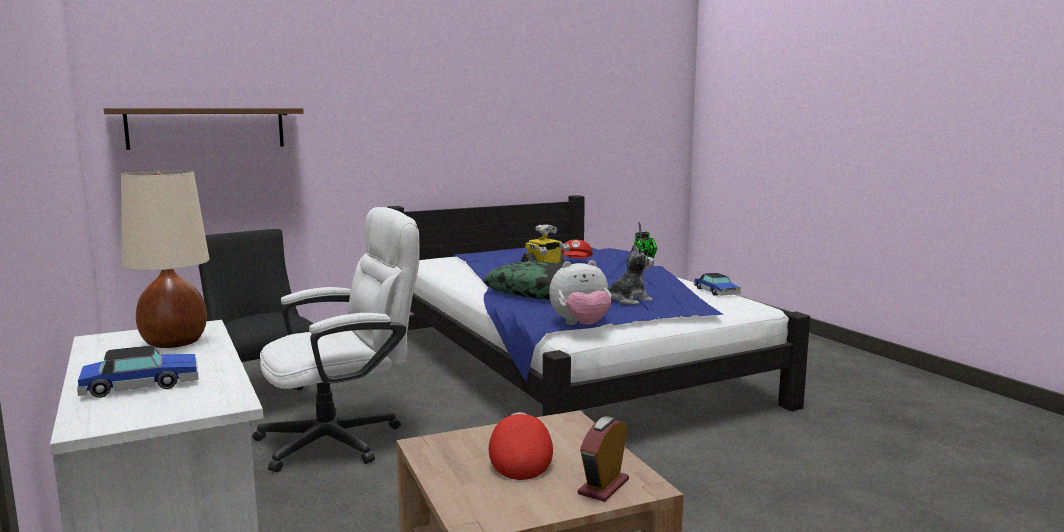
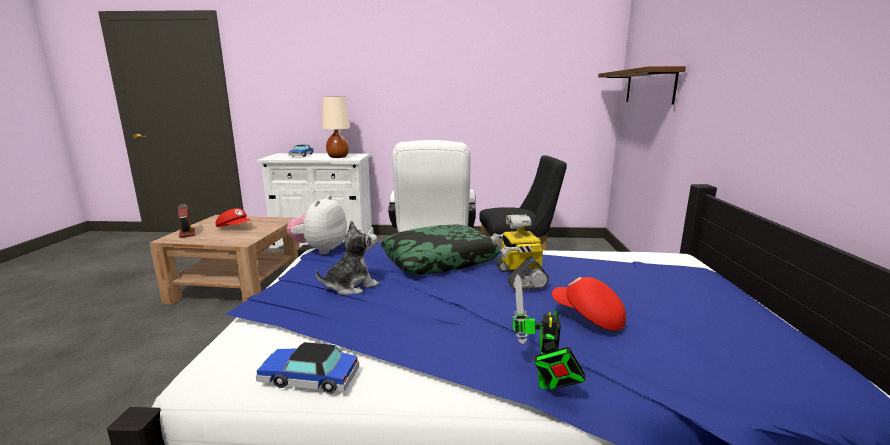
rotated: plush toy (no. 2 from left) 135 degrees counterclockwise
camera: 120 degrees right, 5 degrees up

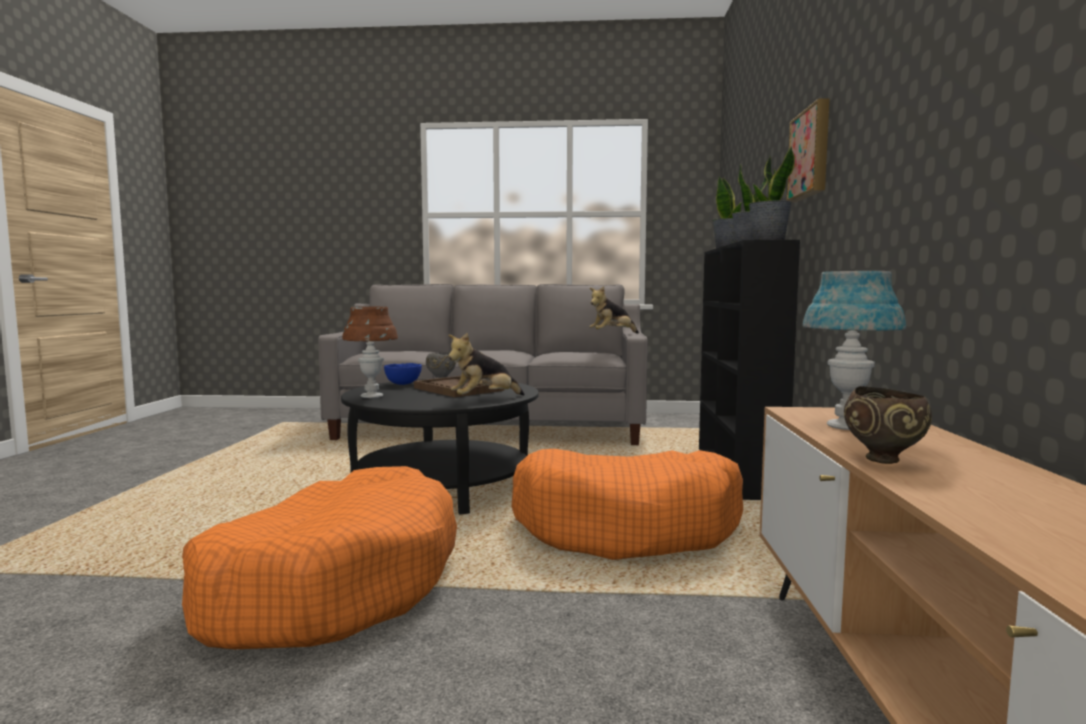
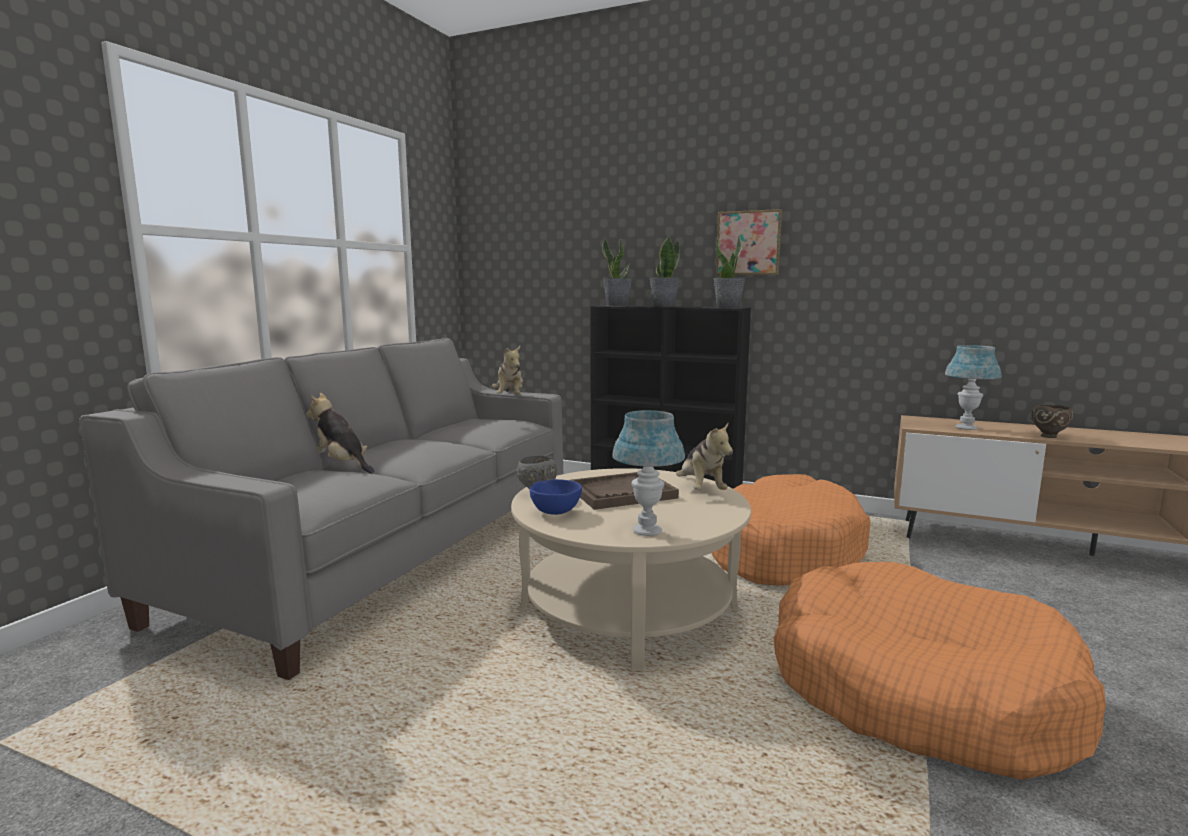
new: plush toy (no. 1 from left)
repainted: brown table lamp to blue table lamp (no. 1 from left); black coffee table to beige coffee table
camera: 70 degrees left, 5 degrees up

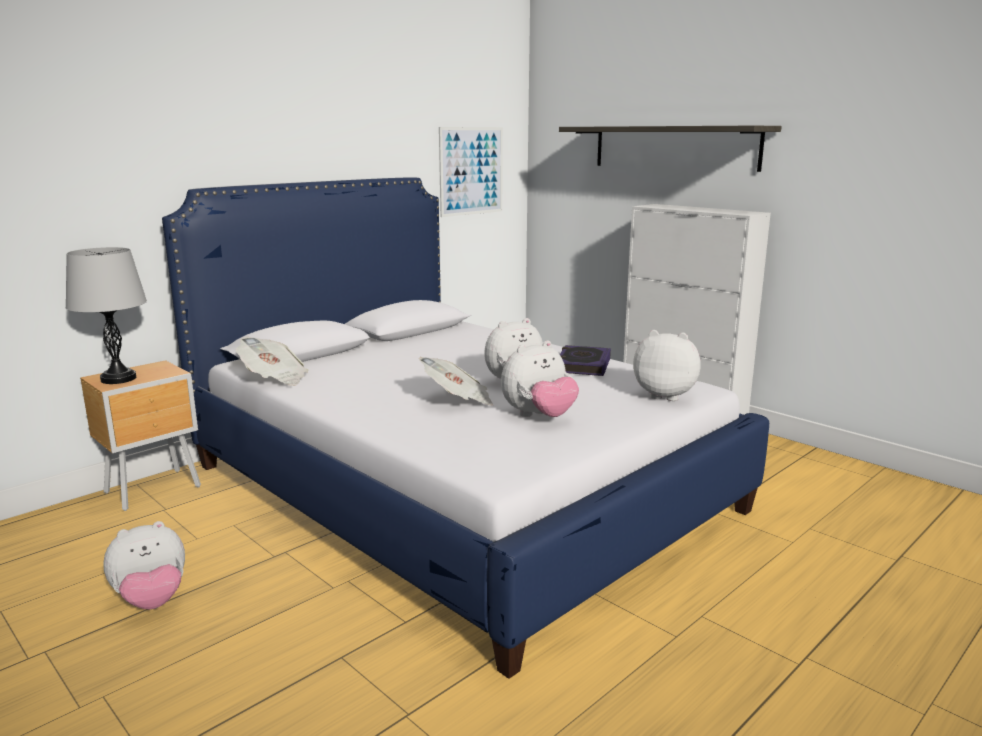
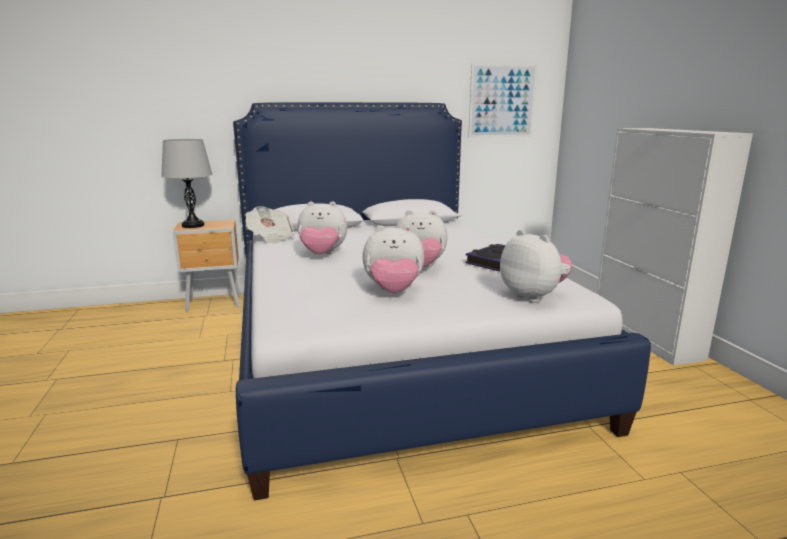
gone: shelf; newspaper (no. 2 from left)
shifted: plush toy (no. 1 from left)
camera: 30 degrees right, 0 degrees up

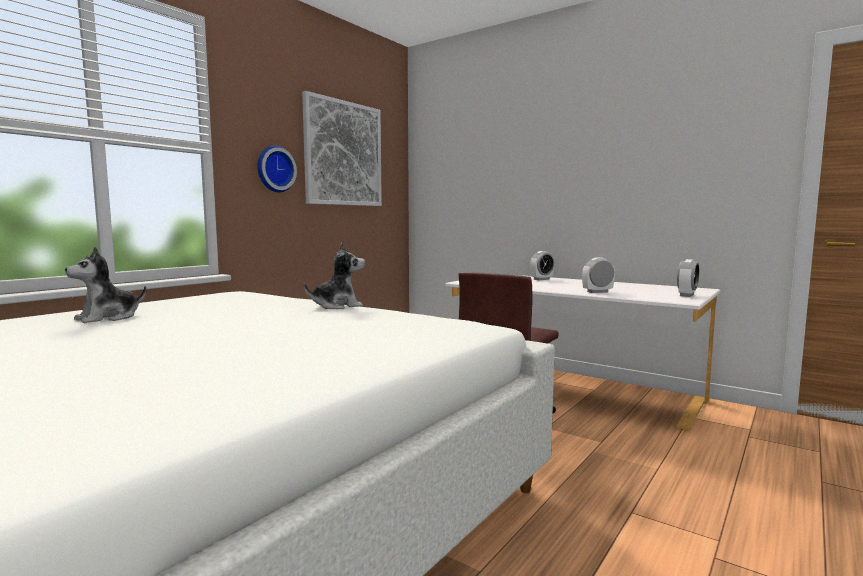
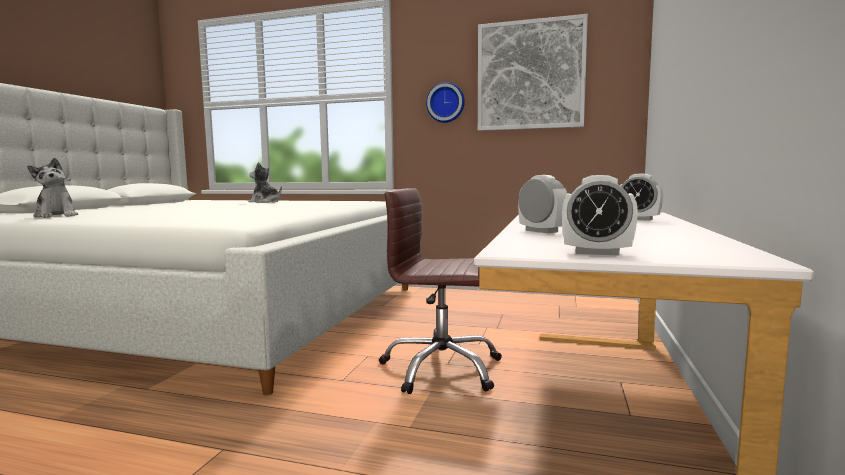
shifted: plush toy (no. 2 from left in the first image) to plush toy (no. 1 from left)
camera: 70 degrees right, 0 degrees up

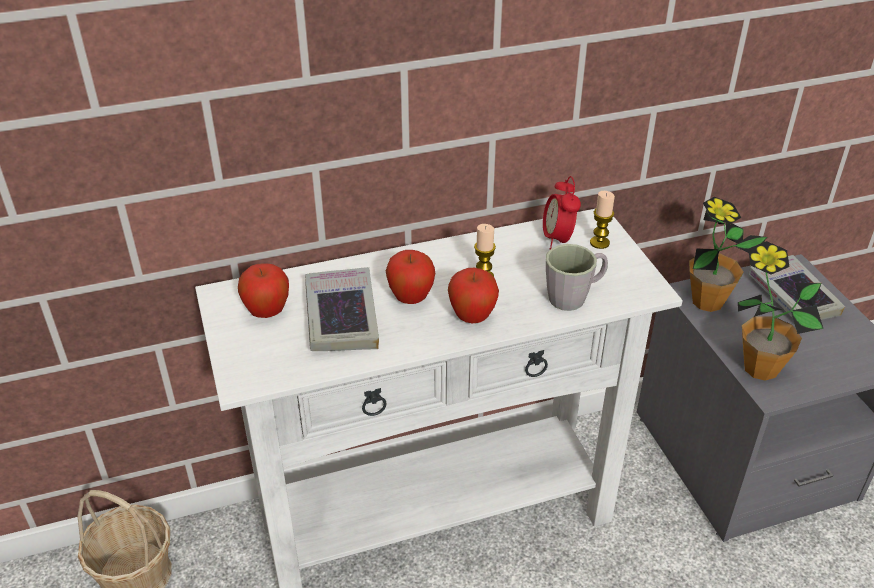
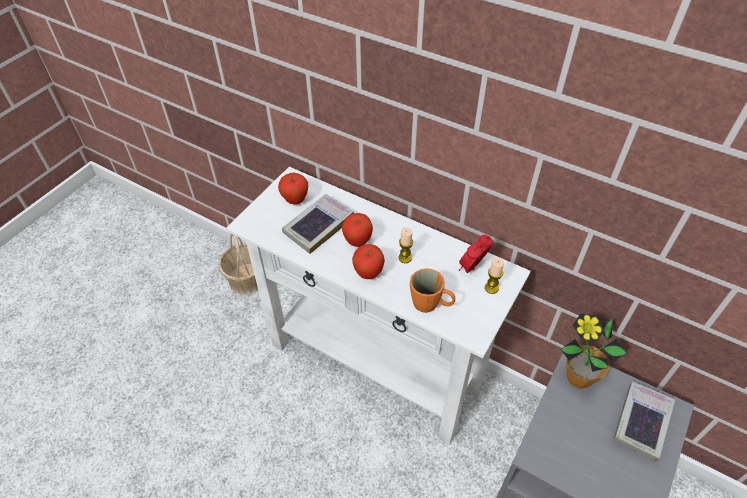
gone: potted plant (no. 2 from left)
repainted: grey mug to orange mug
camera: 50 degrees right, 10 degrees up

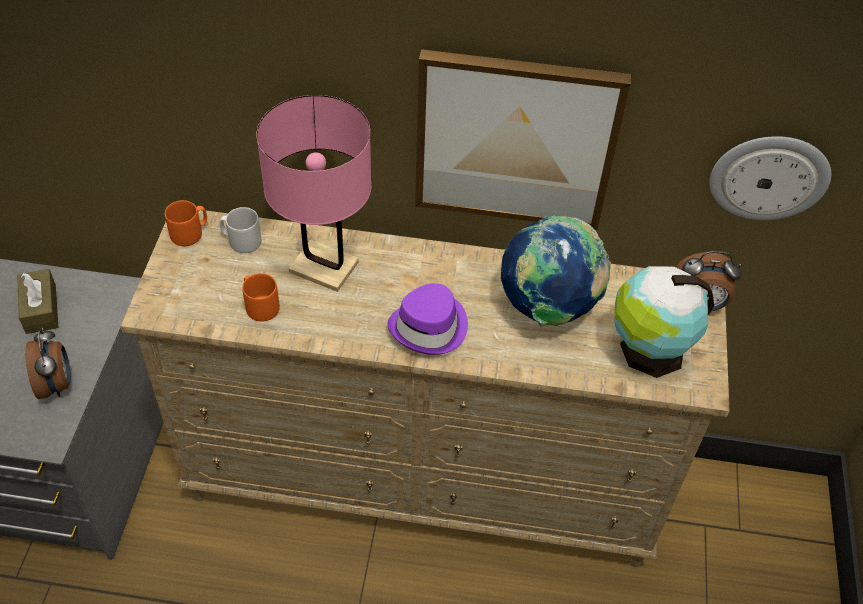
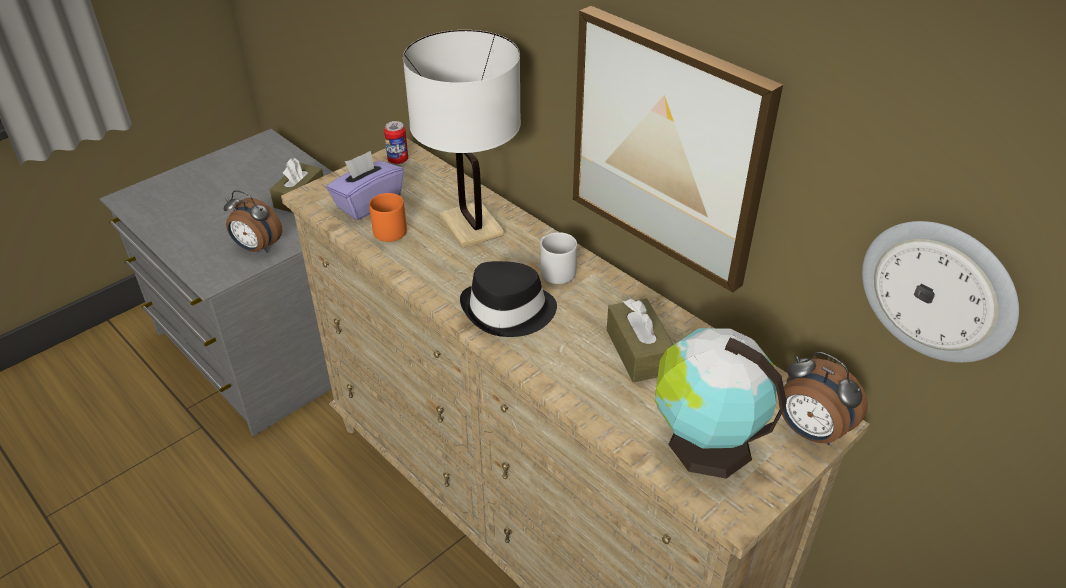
new: purple tissue box
shifted: grey mug
swapped: orange mug (no. 1 from left) to can; globe (no. 1 from left) to brown tissue box (no. 2 from left)
repainted: pink table lamp to white table lamp; purple hat to black hat
rotated: alarm clock (no. 1 from left) 90 degrees clockwise
camera: 40 degrees right, 10 degrees down

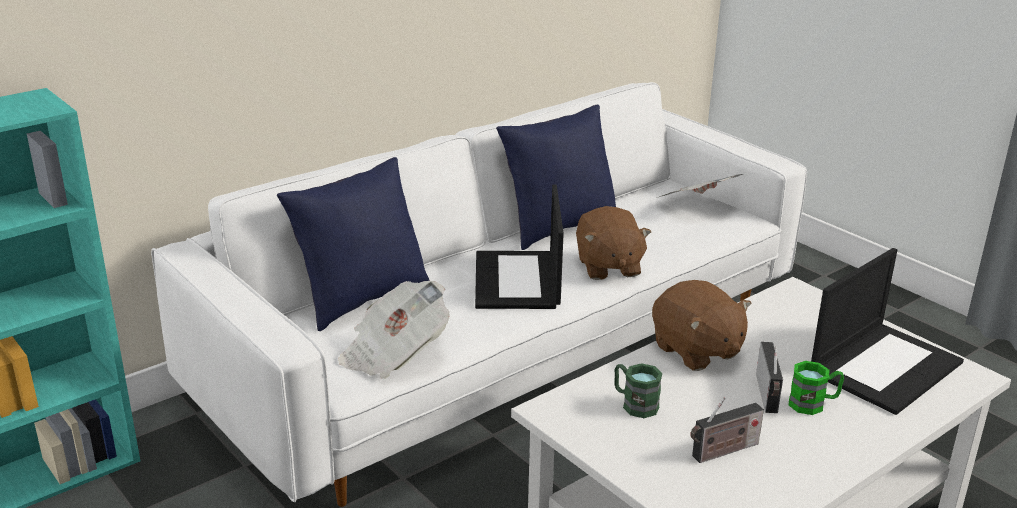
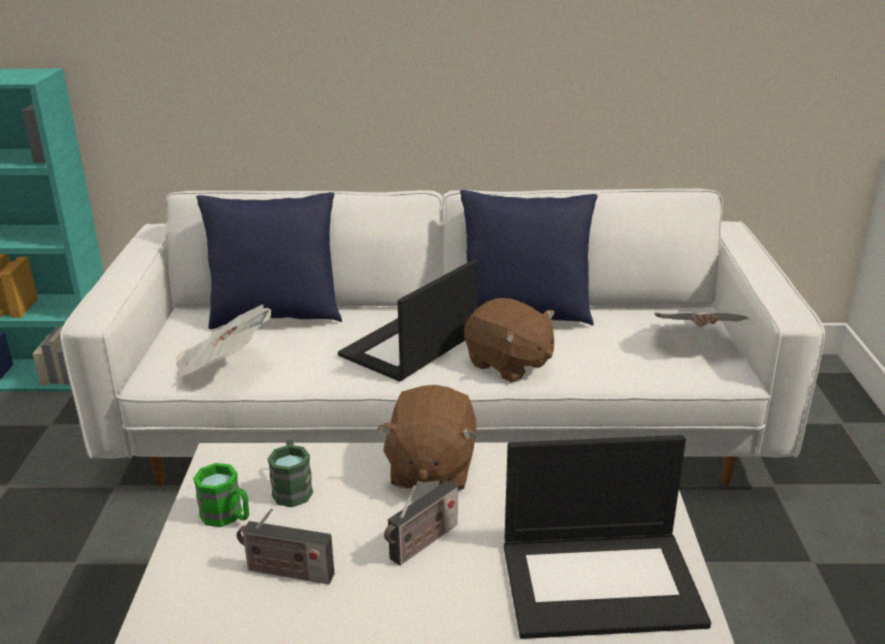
shifted: green mug (no. 2 from left in the first image) to green mug (no. 1 from left)
rotated: brown plush toy (no. 1 from left in the first image) 75 degrees counterclockwise
camera: 40 degrees right, 0 degrees up

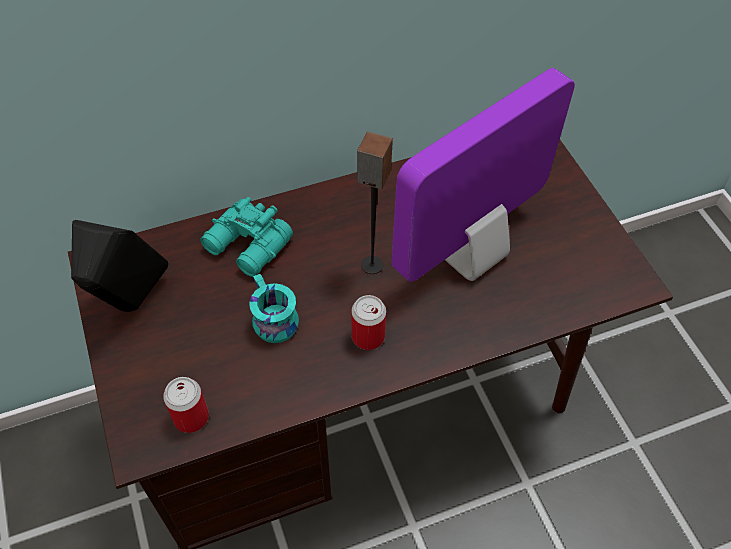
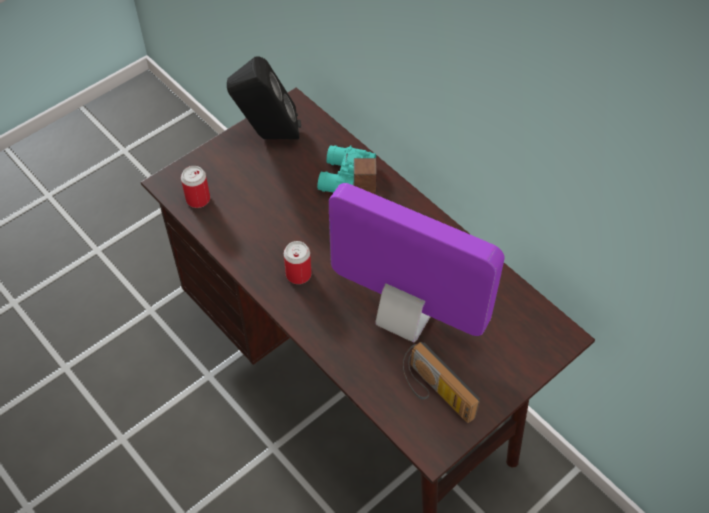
gone: turquoise mug
new: radio
camera: 70 degrees right, 0 degrees up

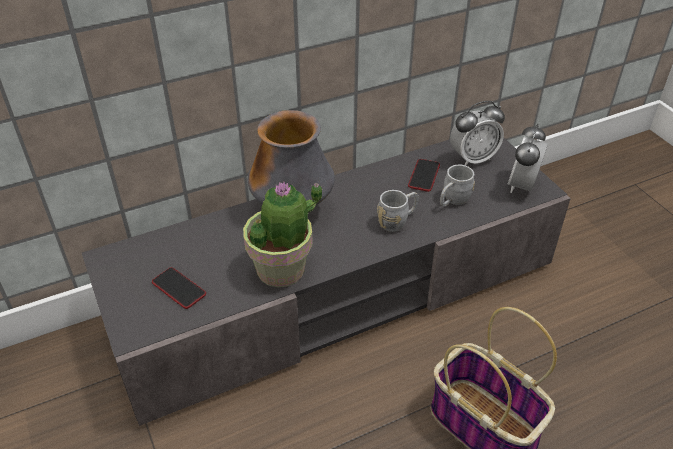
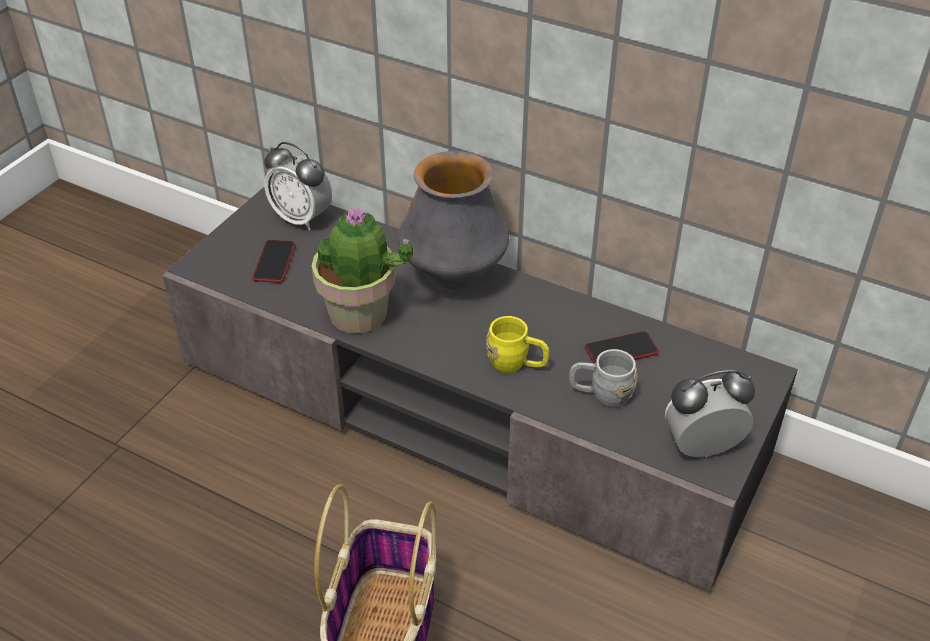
shifted: alarm clock (no. 1 from left)
repainted: grey mug (no. 1 from left) to yellow mug
camera: 55 degrees right, 0 degrees up

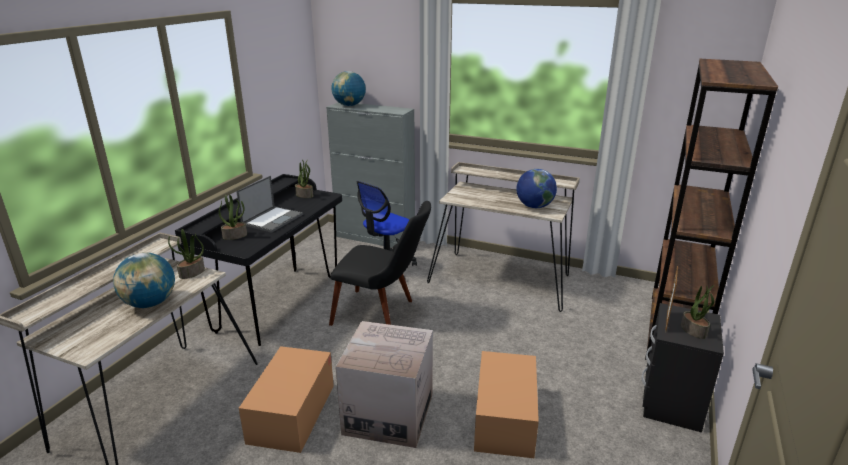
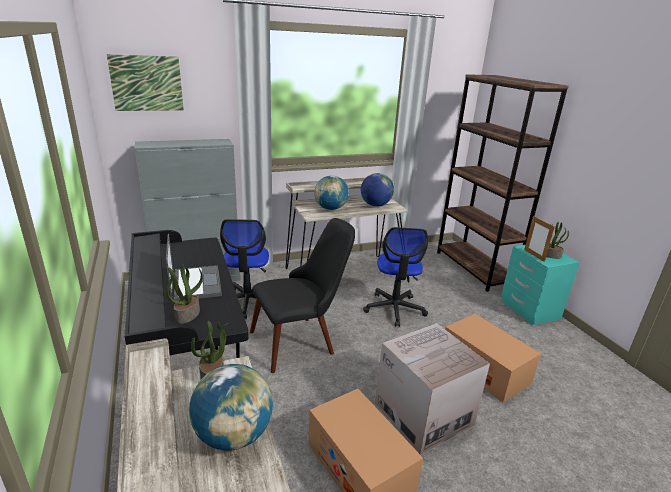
gone: potted plant (no. 3 from left)
new: picture; office chair (no. 2 from left)
shifted: globe (no. 2 from left)
repainted: black nightstand to turquoise nightstand
camera: 45 degrees left, 0 degrees up

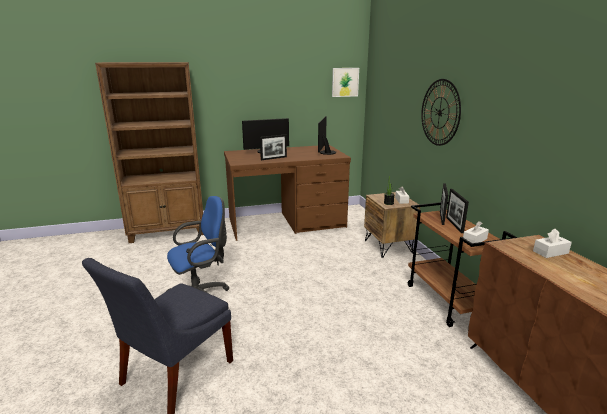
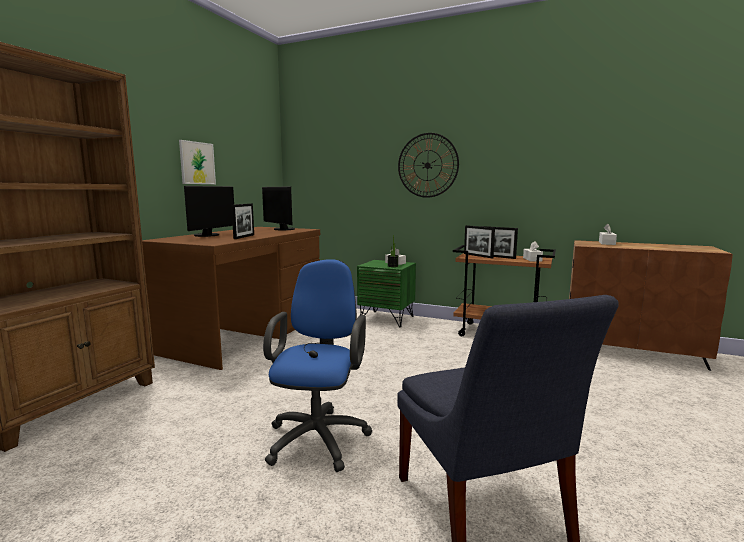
shifted: picture
repainted: brown nightstand to green nightstand
camera: 50 degrees left, 10 degrees down

